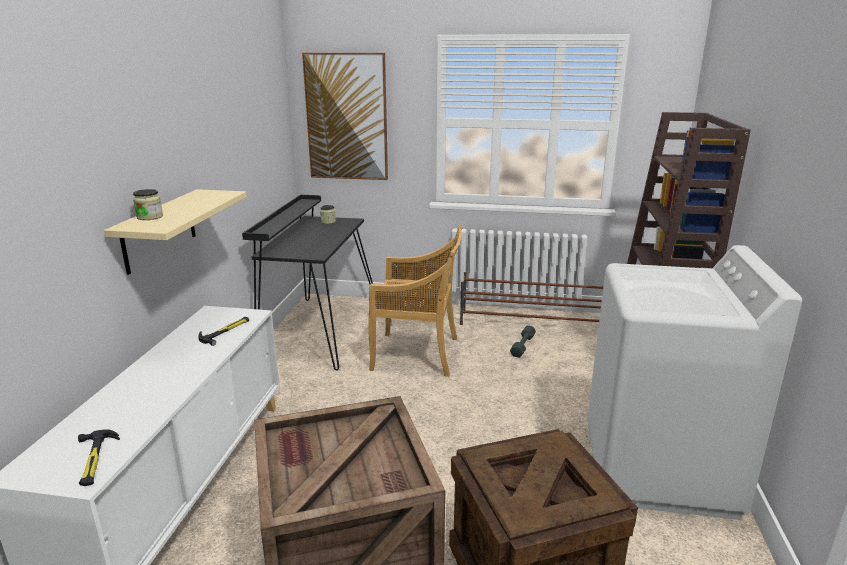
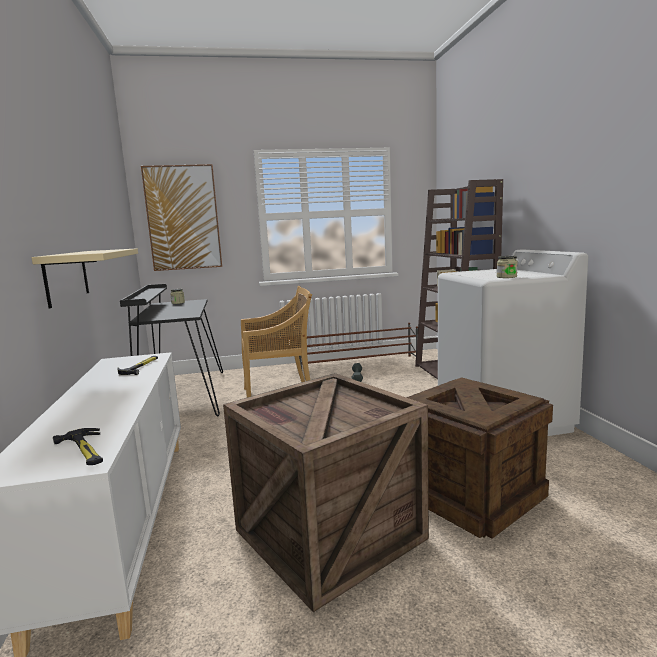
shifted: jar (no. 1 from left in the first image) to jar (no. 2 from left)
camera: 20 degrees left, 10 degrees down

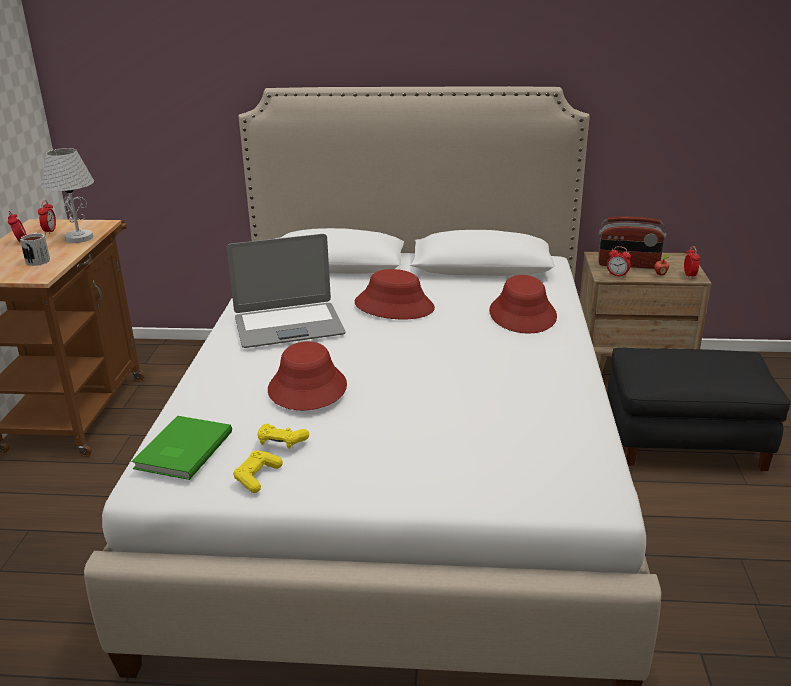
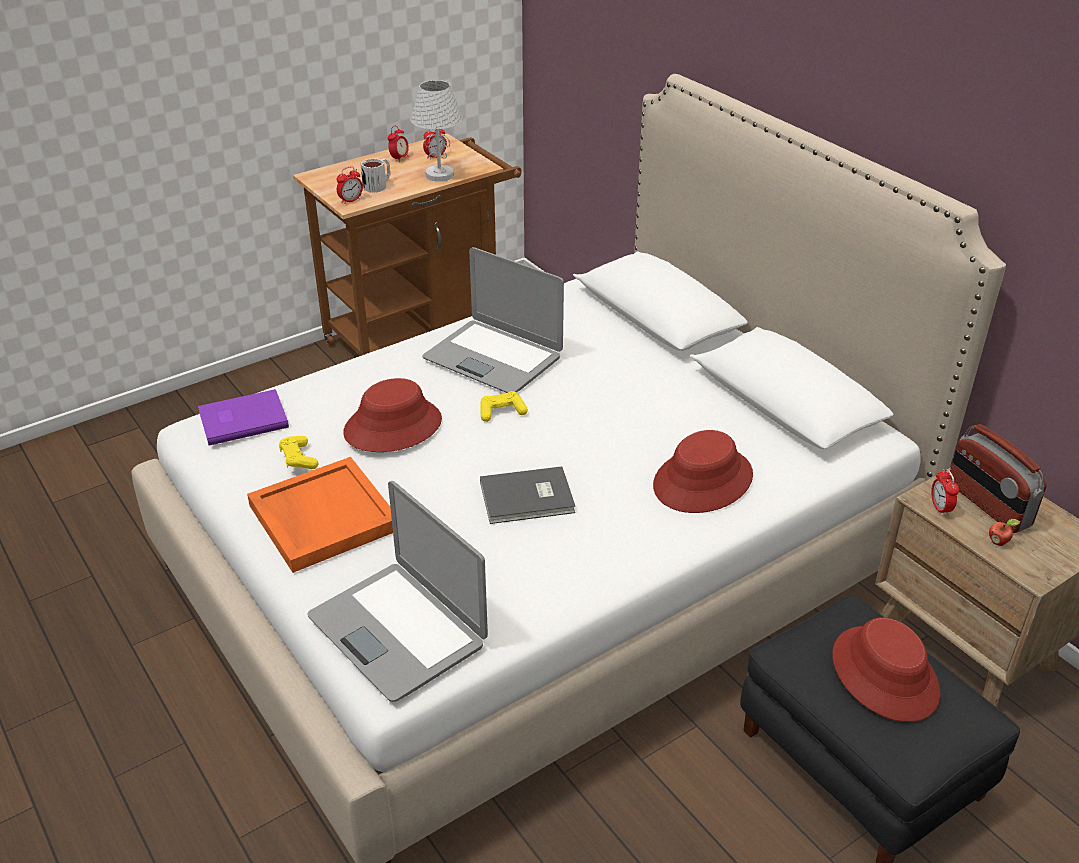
new: orange tray; grey book; laptop (no. 1 from left)
shifted: alarm clock (no. 4 from left in the first image) to alarm clock (no. 1 from left); red hat (no. 2 from left in the first image) to red hat (no. 3 from left); yellow game controller (no. 1 from left in the first image) to yellow game controller (no. 2 from left)
repainted: green book to purple book
camera: 50 degrees right, 10 degrees up

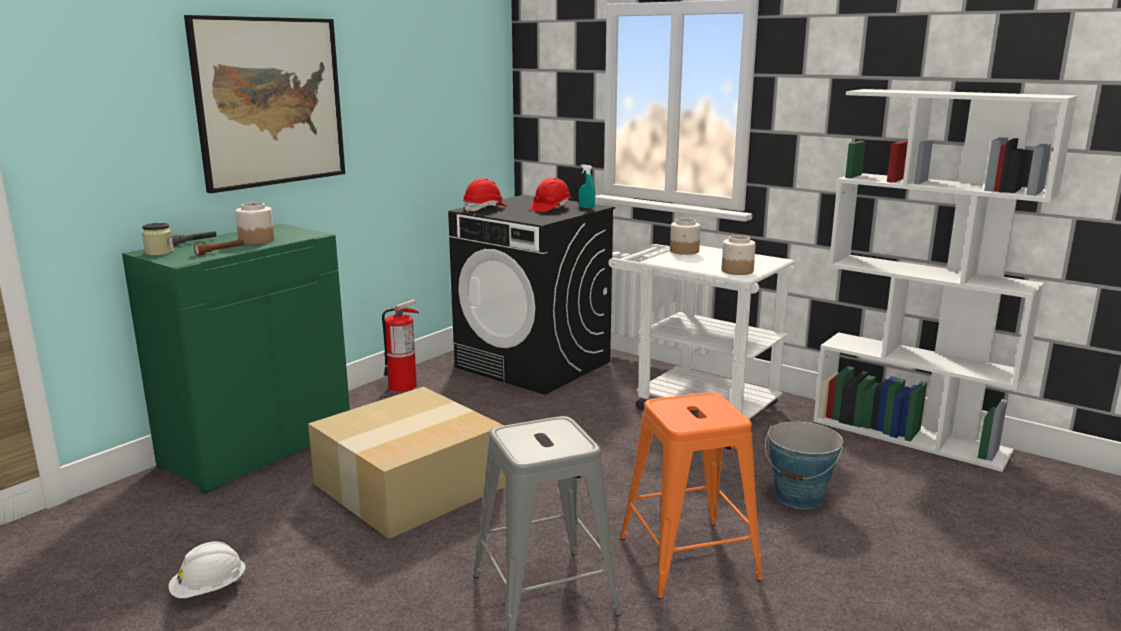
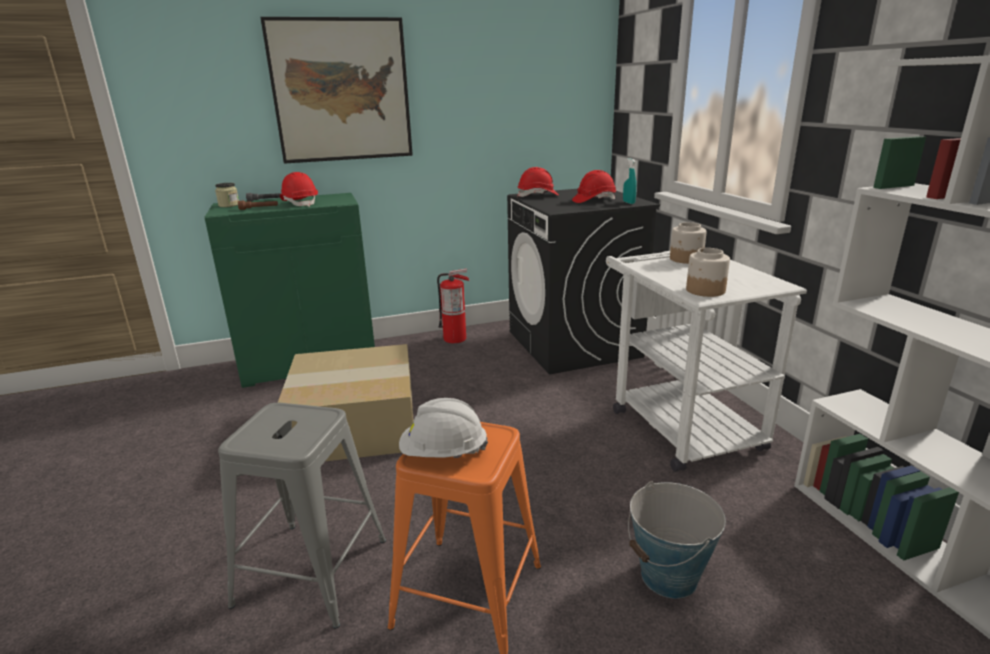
shifted: white hard hat
swapped: jar (no. 2 from left) to red hard hat (no. 1 from left)
camera: 35 degrees right, 5 degrees up

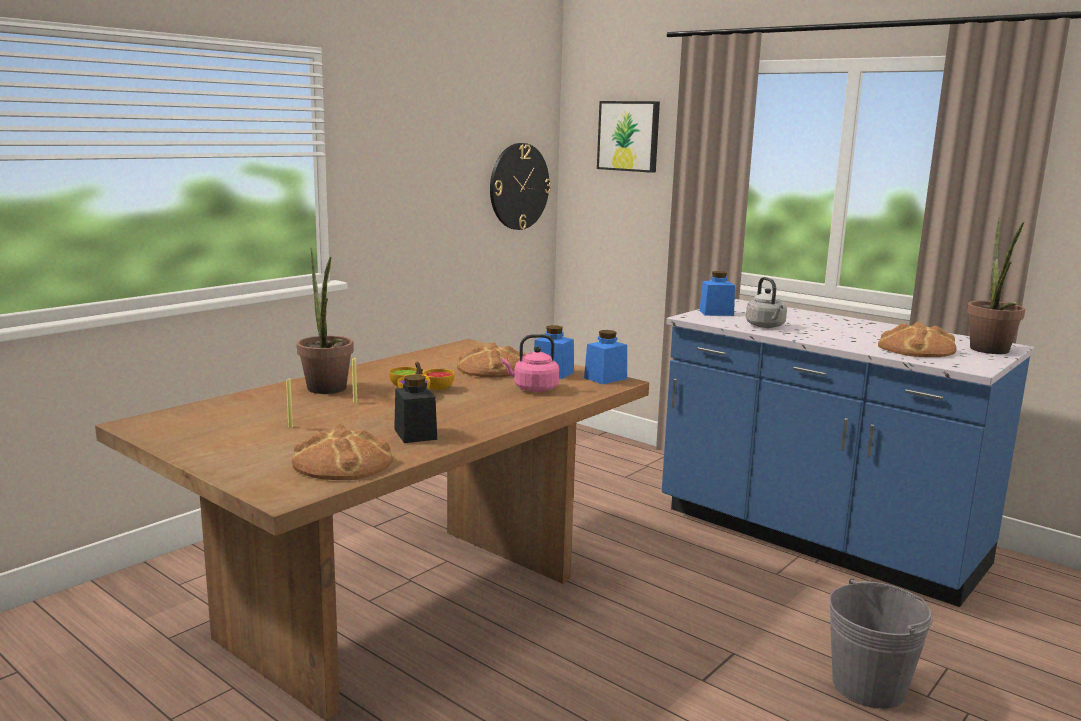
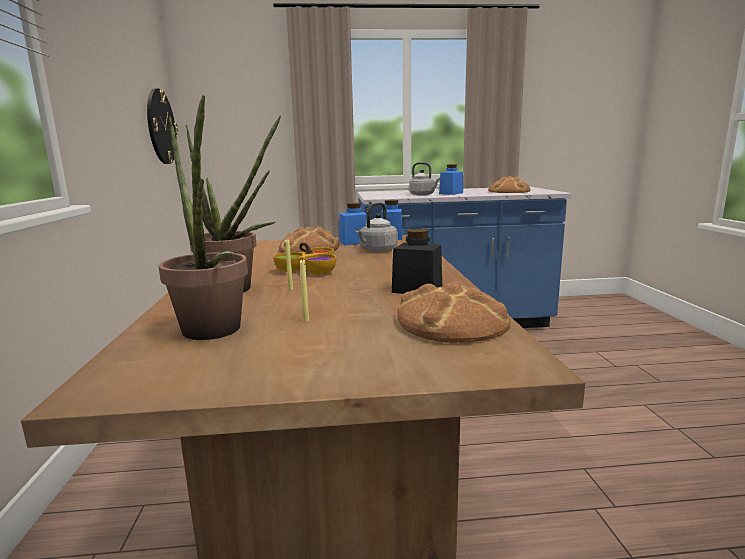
gone: picture; grey bucket
shifted: potted plant (no. 2 from left in the first image) to potted plant (no. 1 from left); blue jar (no. 3 from left)
repainted: pink kettle to grey kettle (no. 1 from left)
camera: 45 degrees left, 0 degrees up

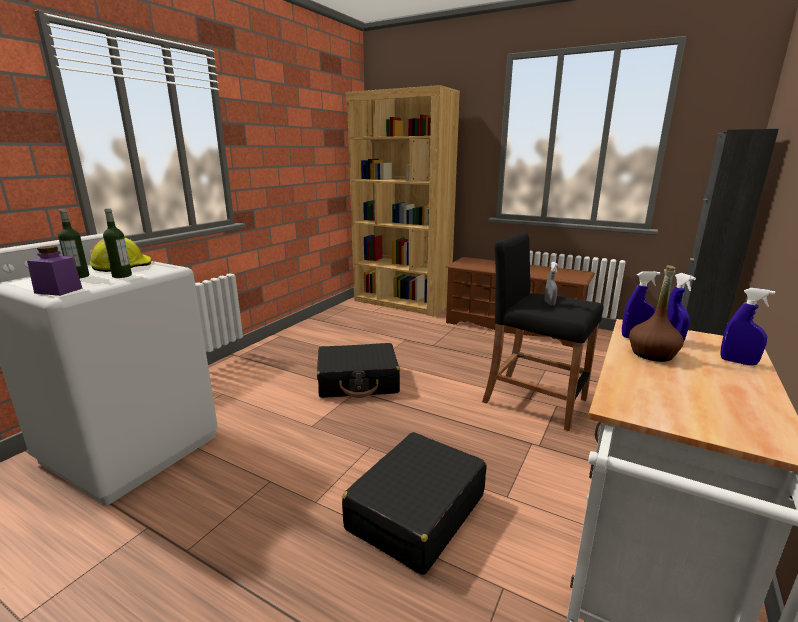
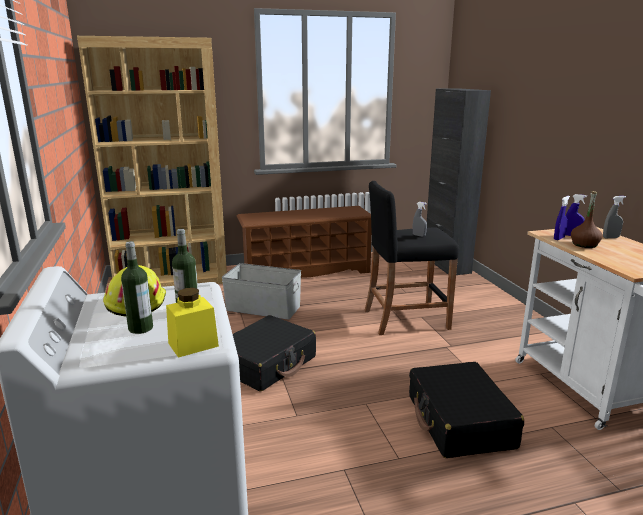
new: grey storage box
repainted: purple jar to yellow jar; blue spray bottle (no. 3 from left) to grey spray bottle (no. 2 from left)
camera: 45 degrees left, 0 degrees up

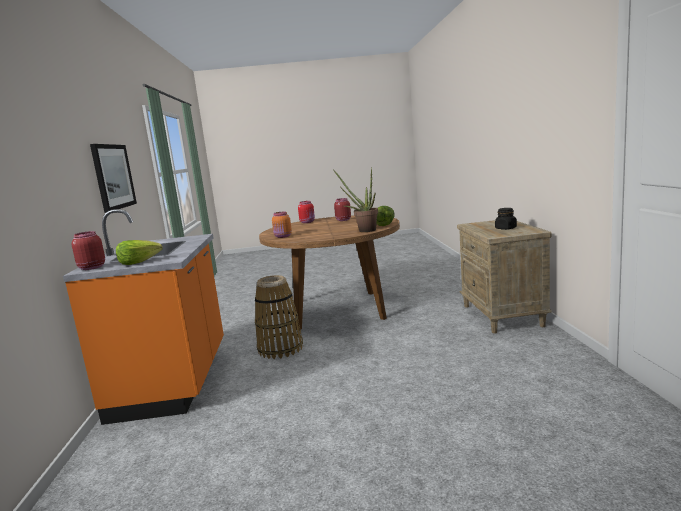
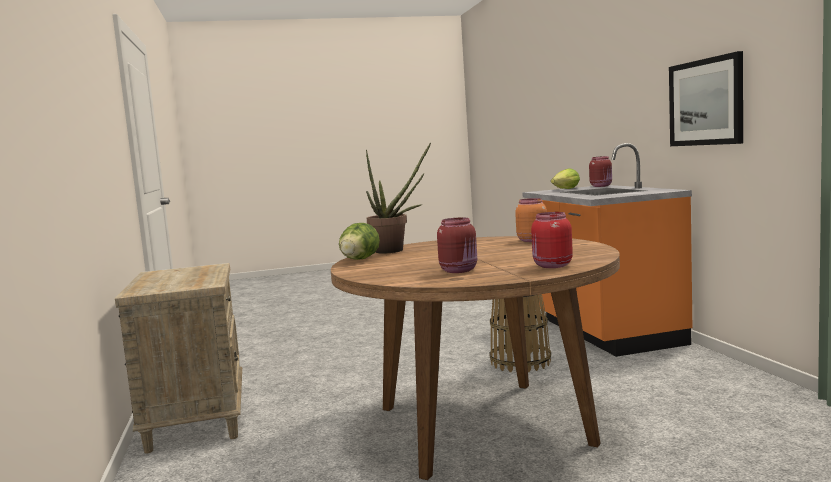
gone: black jar
camera: 170 degrees right, 5 degrees down

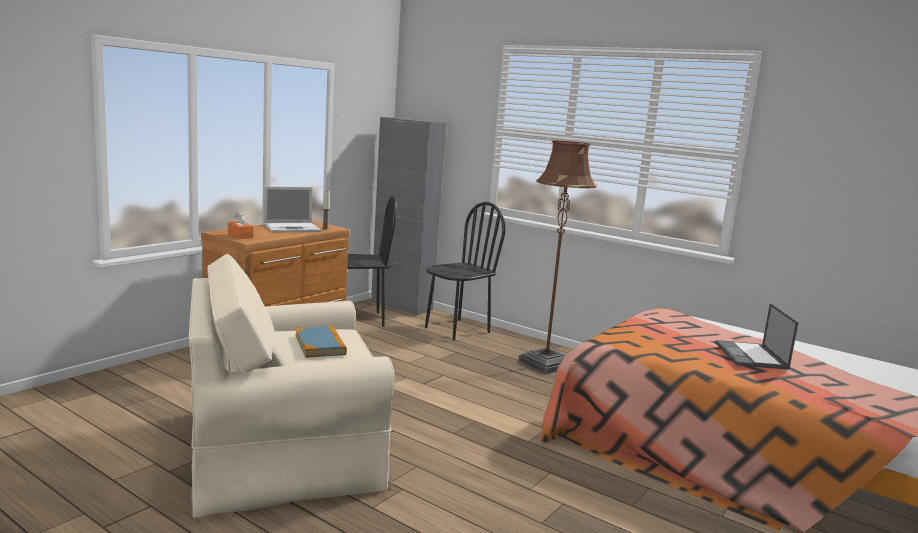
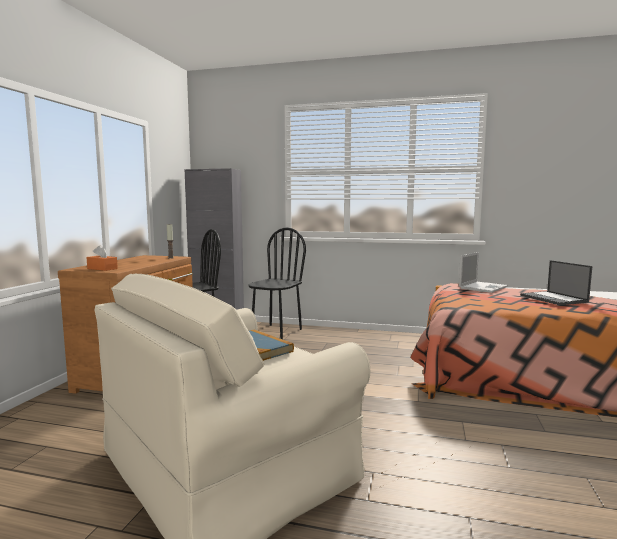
gone: brown floor lamp
shifted: laptop (no. 1 from left)
camera: 20 degrees left, 5 degrees down

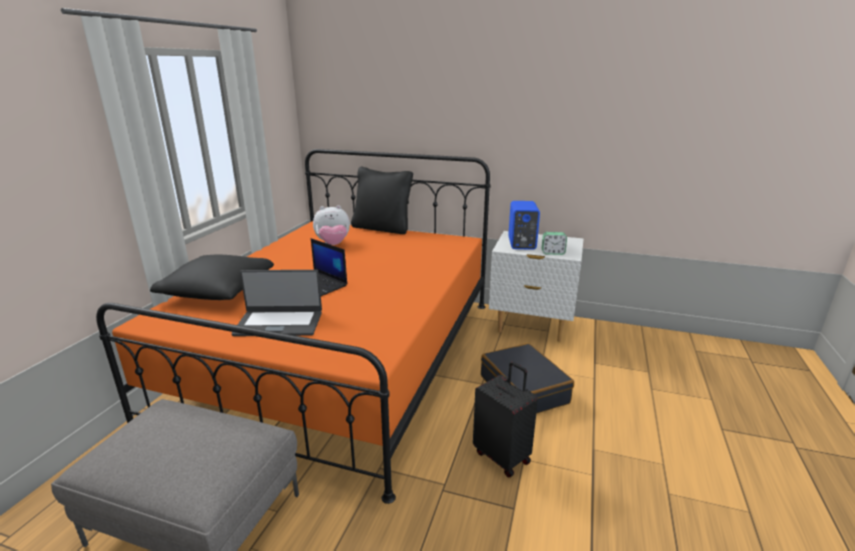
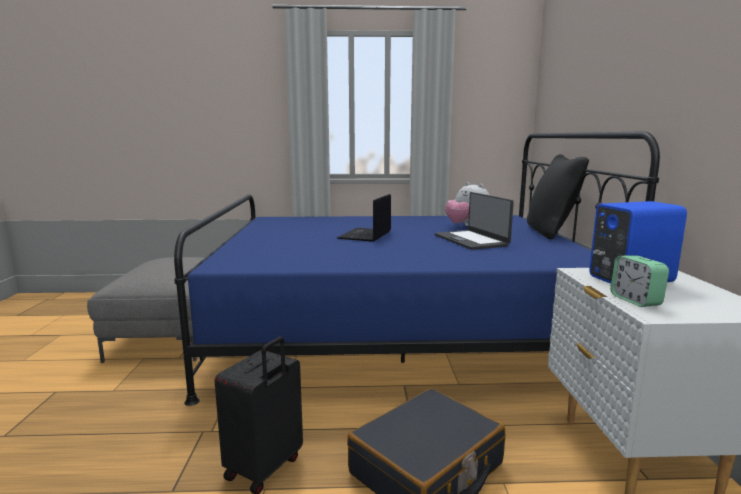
gone: black pillow (no. 1 from left)
shifted: laptop (no. 1 from left in the first image) to laptop (no. 2 from left)
repainted: orange bed to blue bed
camera: 70 degrees right, 10 degrees down

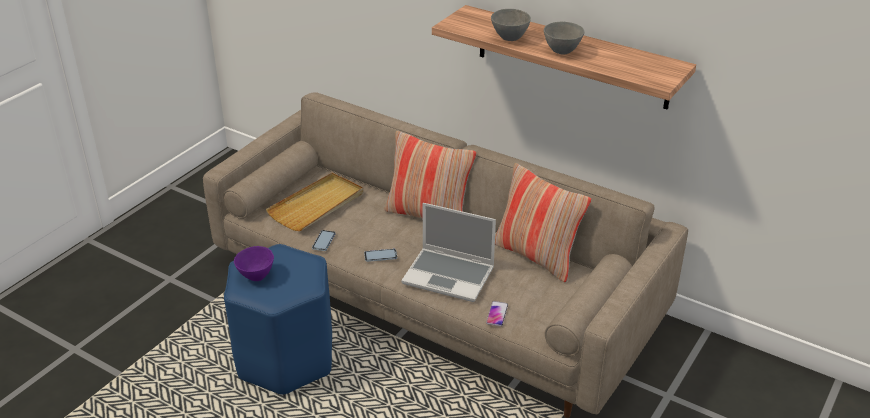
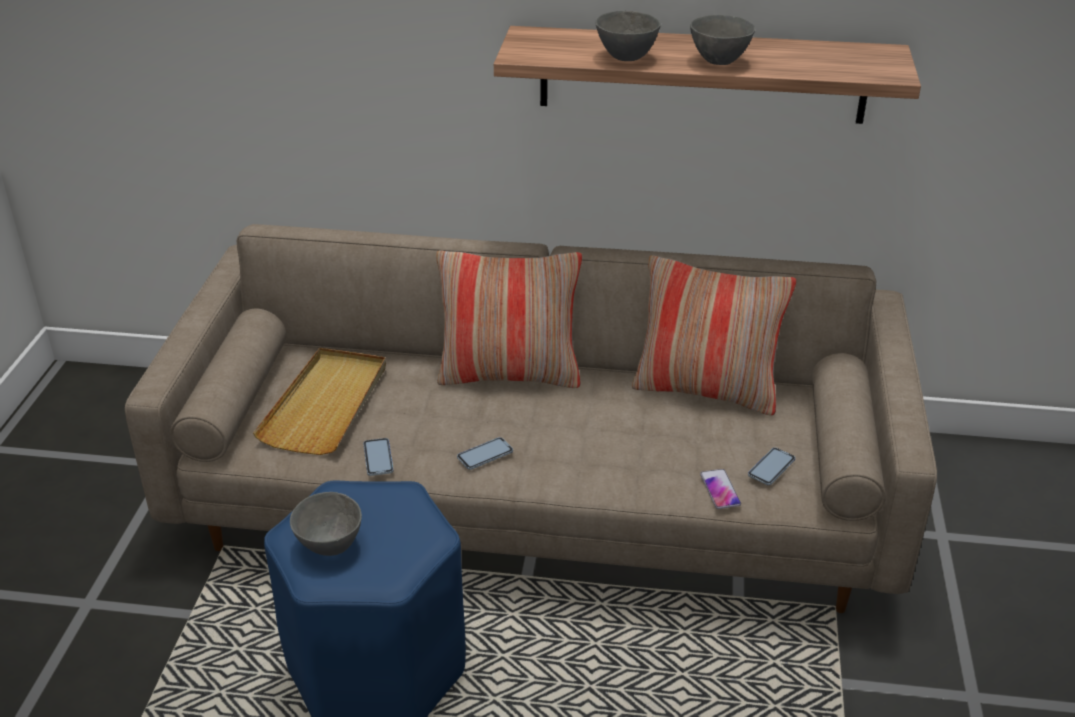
gone: laptop
new: phone (no. 4 from left)
repainted: purple bowl to grey bowl (no. 1 from left)
camera: 25 degrees left, 0 degrees up

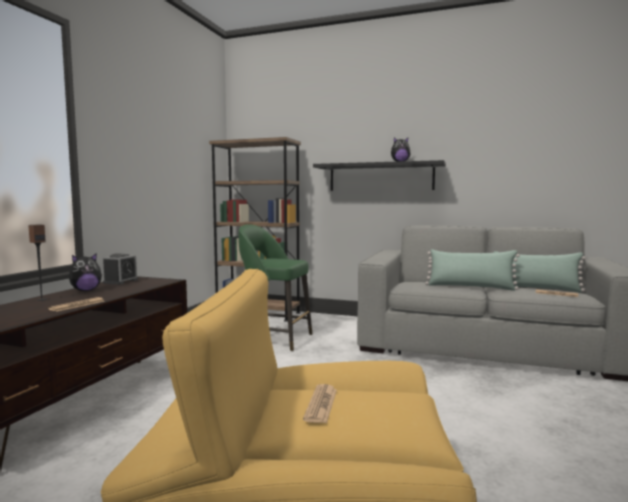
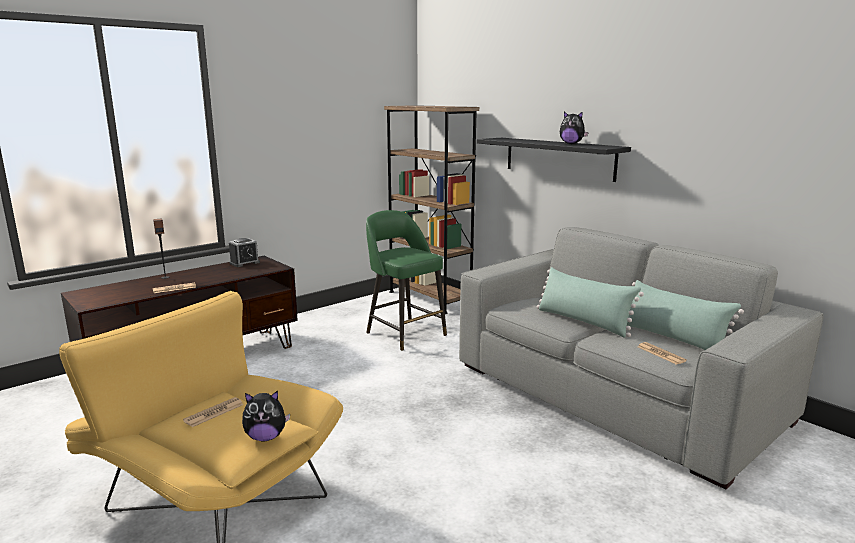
shifted: plush toy (no. 1 from left)
camera: 30 degrees right, 10 degrees up

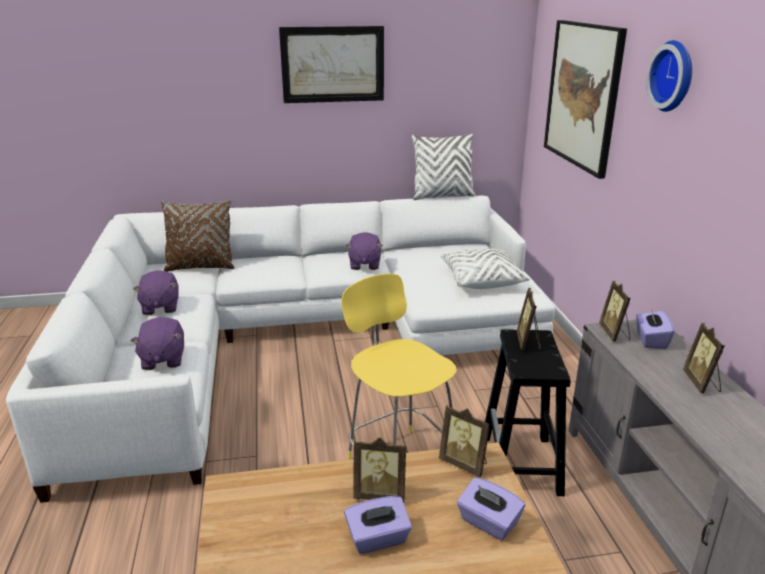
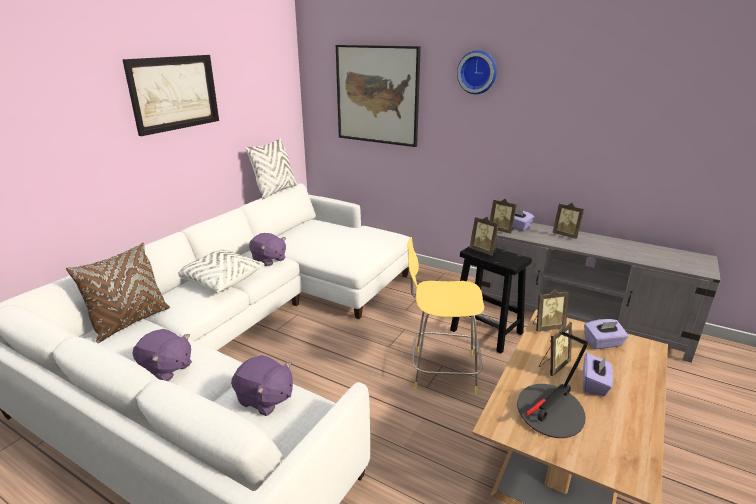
new: table lamp
shifted: white pillow (no. 2 from left in the first image) to white pillow (no. 1 from left)
camera: 50 degrees left, 0 degrees up

